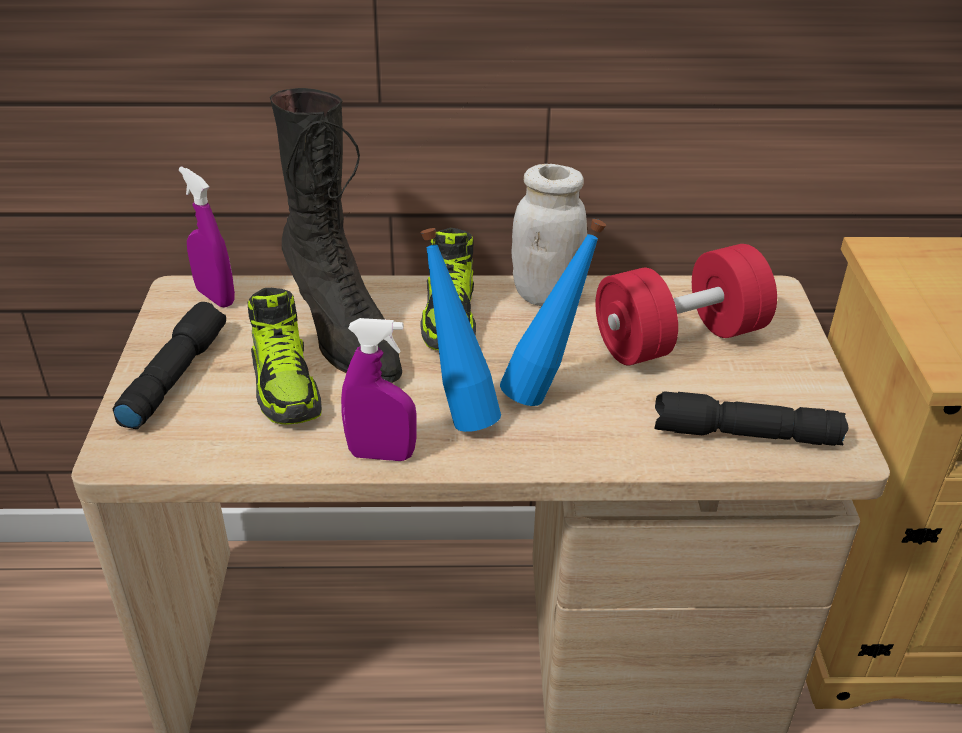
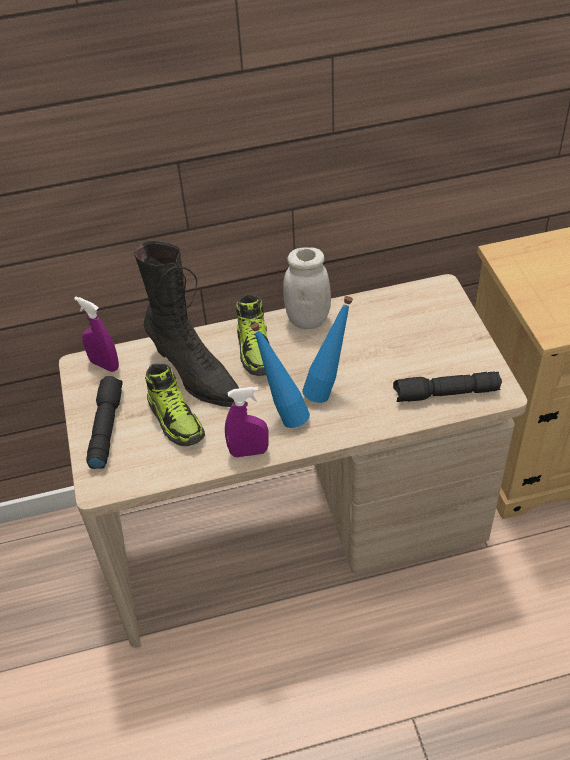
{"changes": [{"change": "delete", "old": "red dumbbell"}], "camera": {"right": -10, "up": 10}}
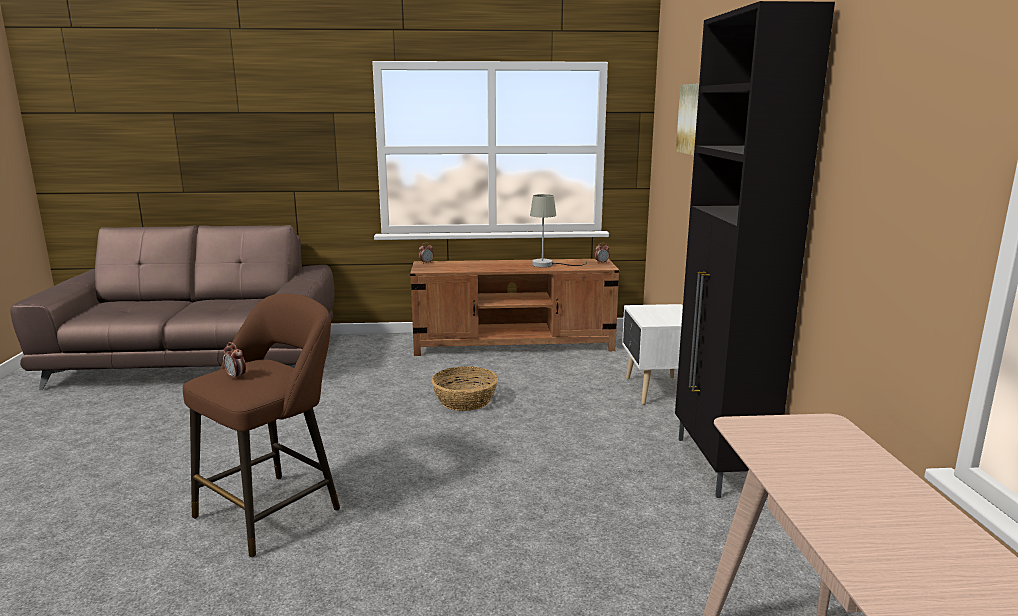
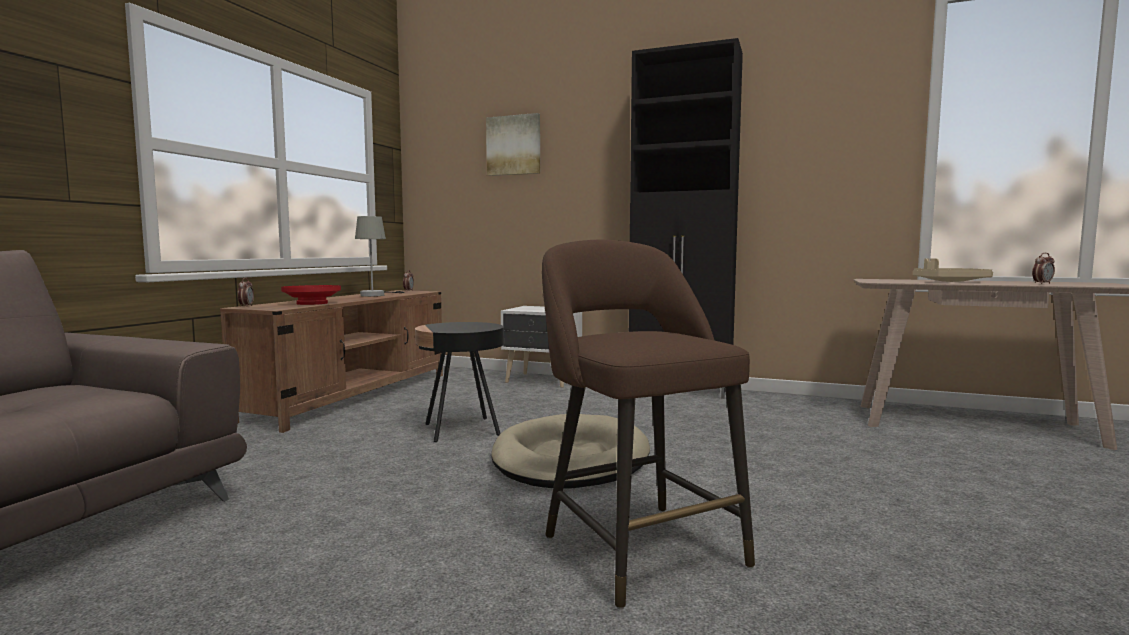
{"changes": [{"change": "insert", "new": "red bowl"}, {"change": "replace", "old": "basket", "new": "black side table"}, {"change": "insert", "new": "beige dog bed"}, {"change": "insert", "new": "beige tray"}, {"change": "move", "old": "alarm clock (1st from left in the first image)", "new": "alarm clock (3rd from left)"}], "camera": {"right": -65, "up": -10}}
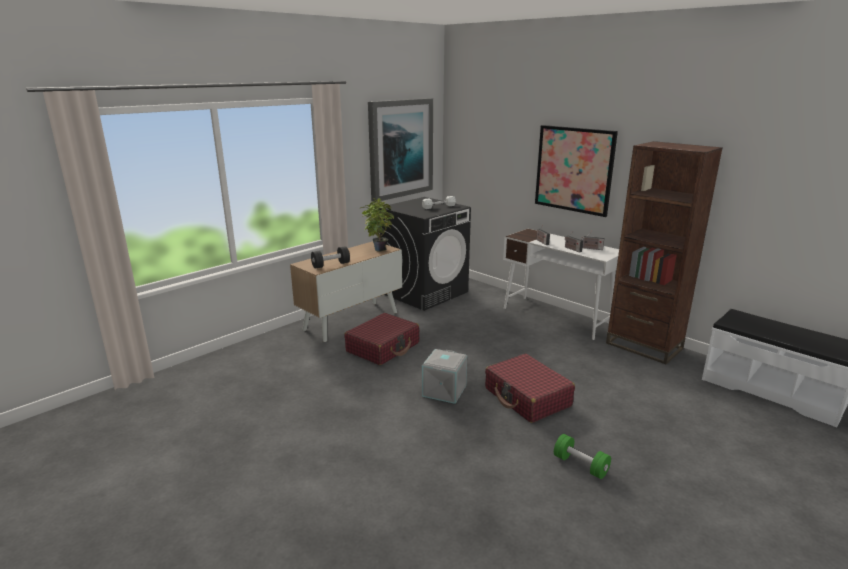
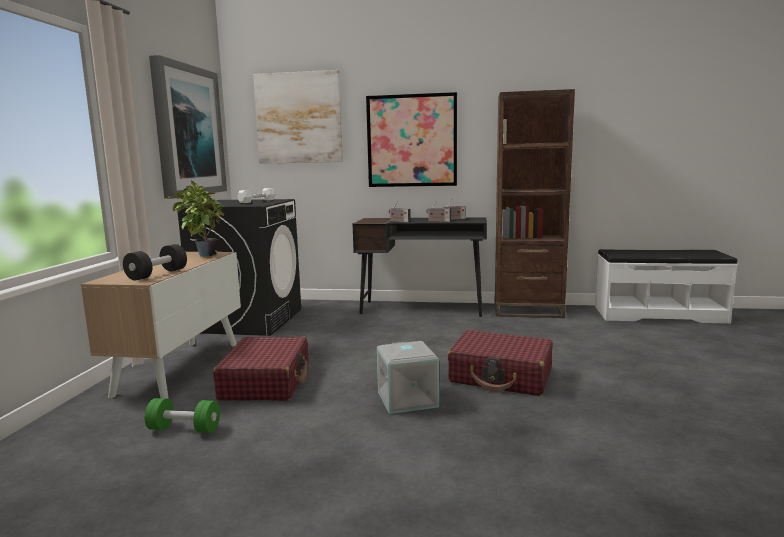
{"changes": [{"change": "move", "old": "green dumbbell"}, {"change": "insert", "new": "picture (2nd from left)"}, {"change": "recolor", "old": "white desk", "new": "black desk"}], "camera": {"right": -35, "up": -10}}
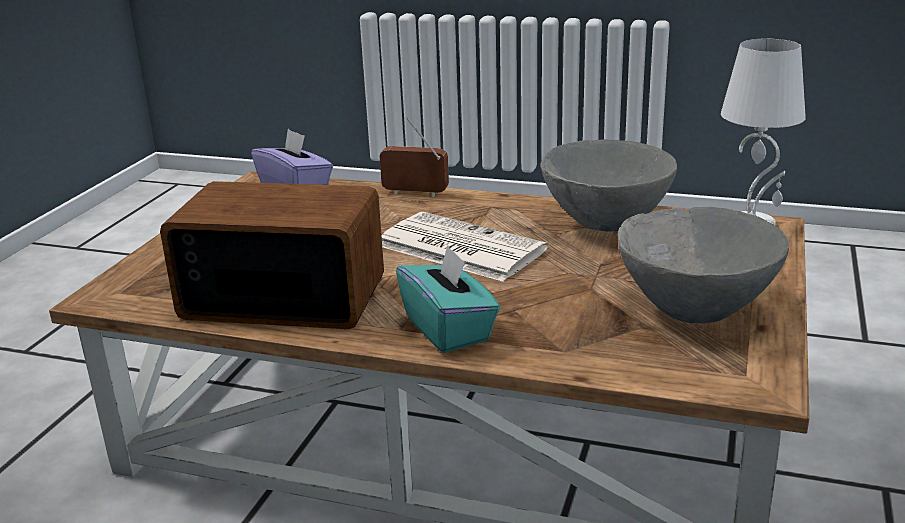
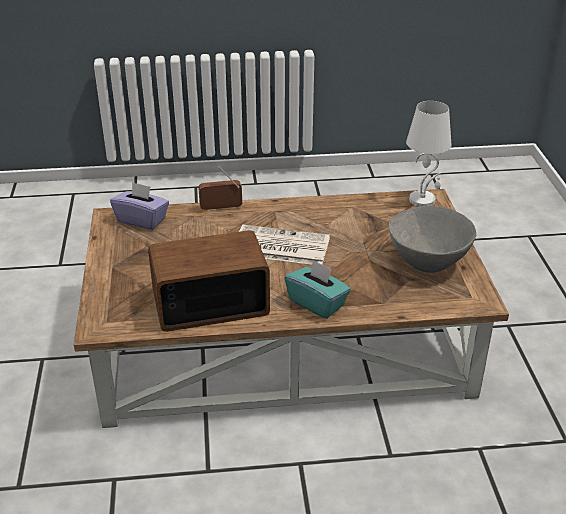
{"changes": [{"change": "delete", "old": "grey bowl (1st from left)"}], "camera": {"right": -25, "up": 10}}
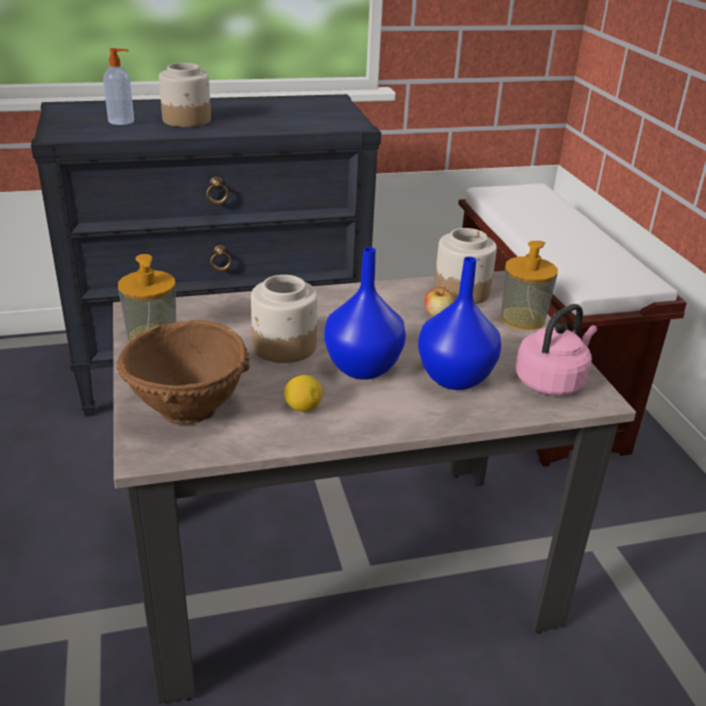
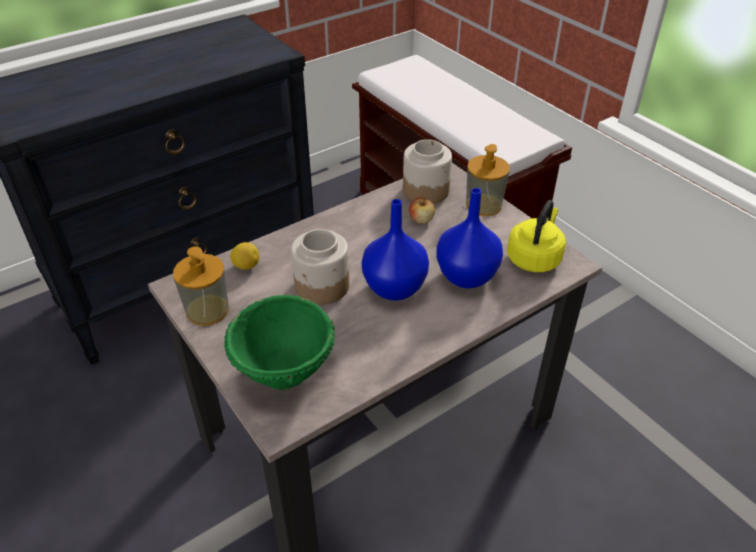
{"changes": [{"change": "recolor", "old": "brown bowl", "new": "green bowl"}, {"change": "move", "old": "lemon"}, {"change": "recolor", "old": "pink kettle", "new": "yellow kettle"}, {"change": "delete", "old": "soap dispenser (1st from left)"}, {"change": "delete", "old": "jar (1st from left)"}], "camera": {"right": -20, "up": 10}}
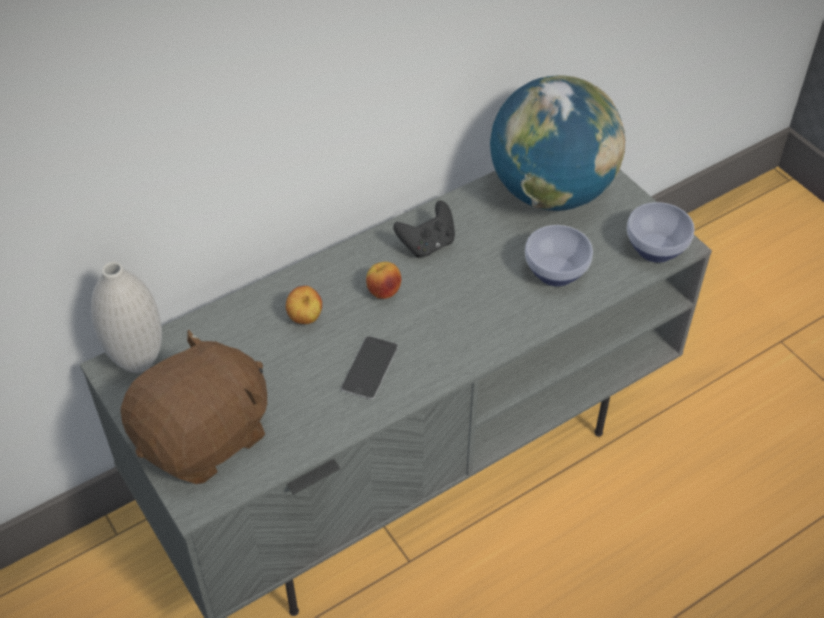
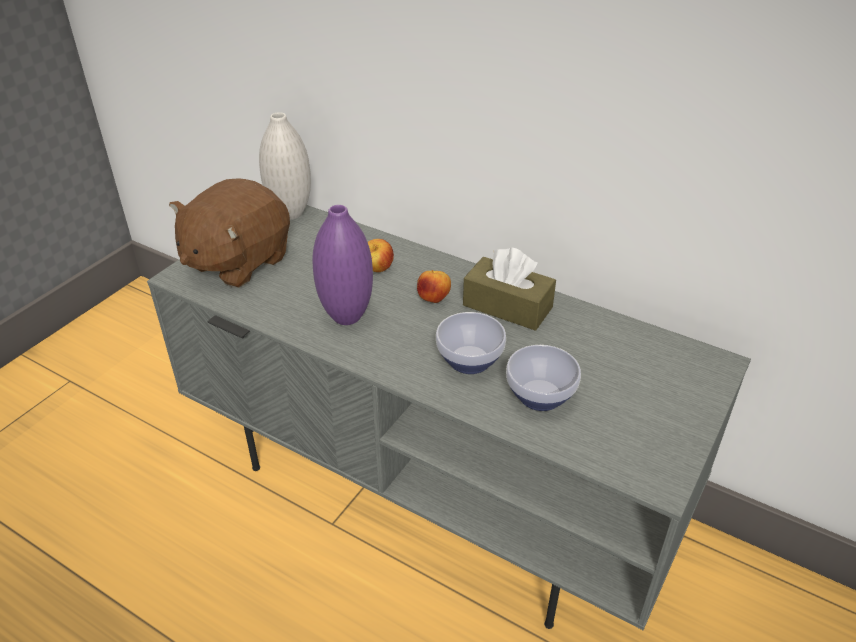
{"changes": [{"change": "rotate", "old": "brown plush toy", "degrees": 105}, {"change": "replace", "old": "phone", "new": "purple vase"}, {"change": "move", "old": "bowl (2nd from left in the first image)", "new": "bowl (1st from left)"}, {"change": "replace", "old": "black game controller", "new": "brown tissue box"}, {"change": "delete", "old": "globe"}], "camera": {"right": 65, "up": -10}}
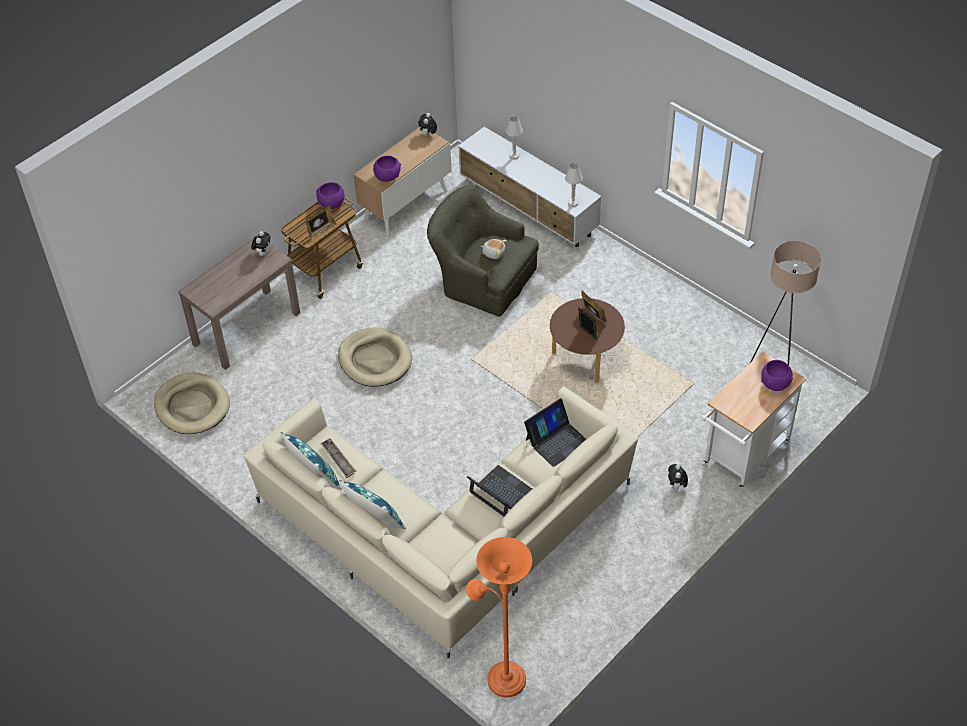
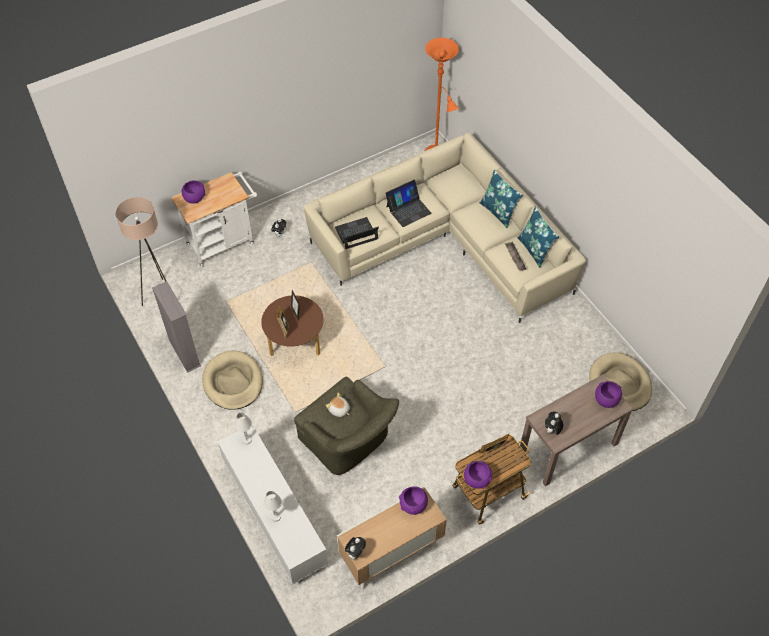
{"changes": [{"change": "insert", "new": "grey bookcase"}, {"change": "move", "old": "beige dog bed (2nd from left in the first image)", "new": "beige dog bed (1st from left)"}, {"change": "rotate", "old": "laptop (1st from left in the first image)", "degrees": -90}, {"change": "insert", "new": "purple bowl (4th from left)"}], "camera": {"right": -165, "up": 5}}
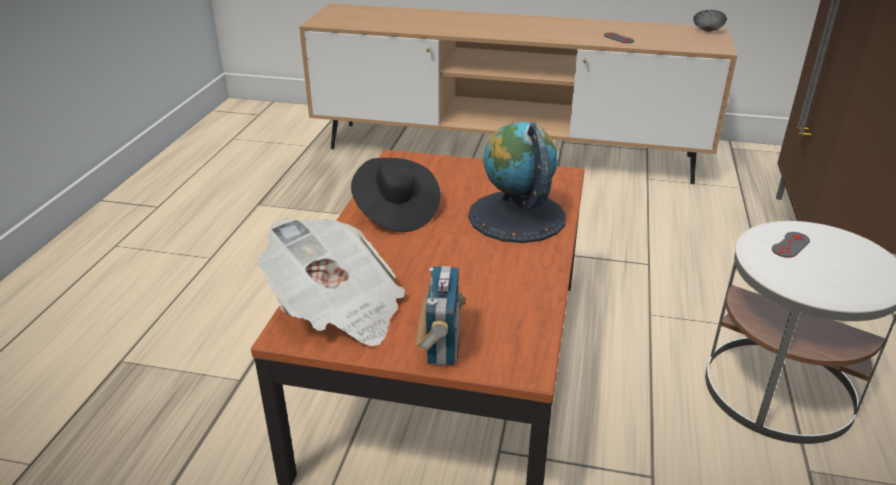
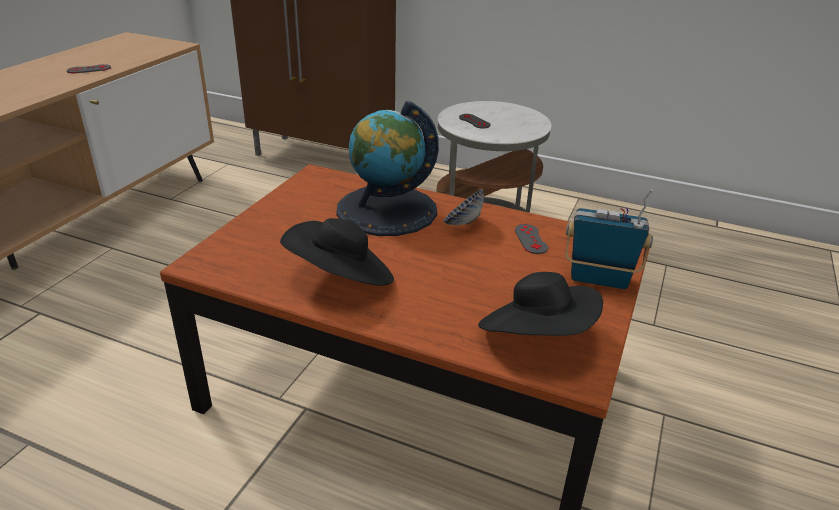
{"changes": [{"change": "move", "old": "bowl"}, {"change": "replace", "old": "newspaper", "new": "black hat (2nd from left)"}, {"change": "insert", "new": "grey game controller (3rd from left)"}], "camera": {"right": -80, "up": 0}}
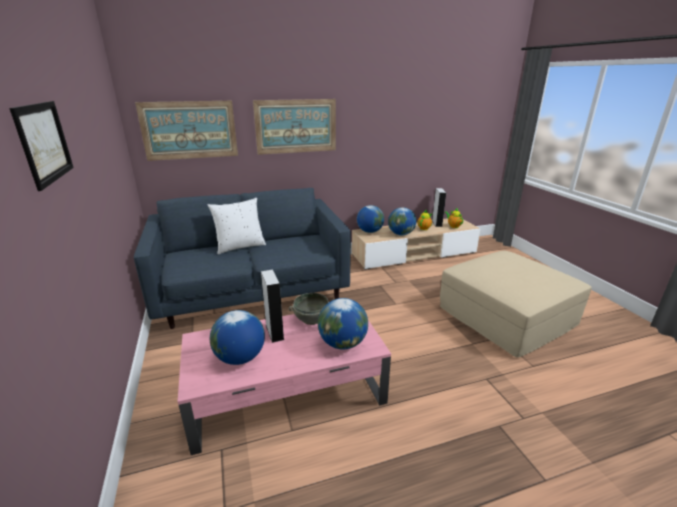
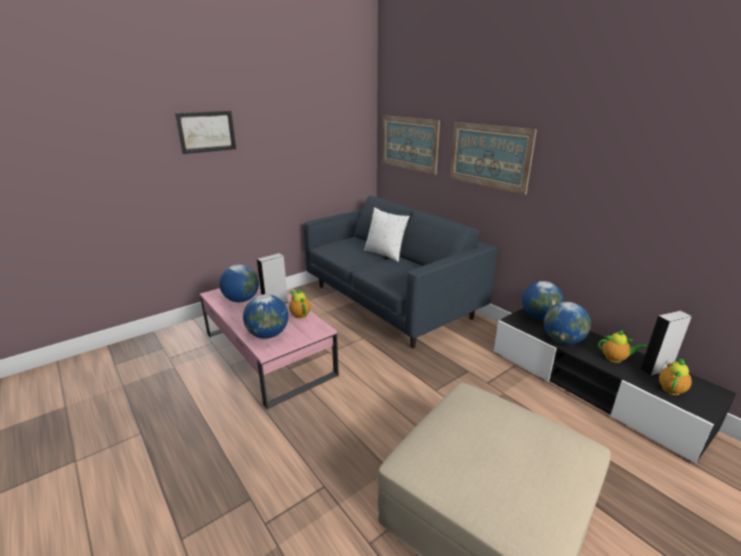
{"changes": [{"change": "replace", "old": "grey bowl", "new": "teapot (1st from left)"}, {"change": "recolor", "old": "beige tv stand", "new": "black tv stand"}], "camera": {"right": 70, "up": 0}}
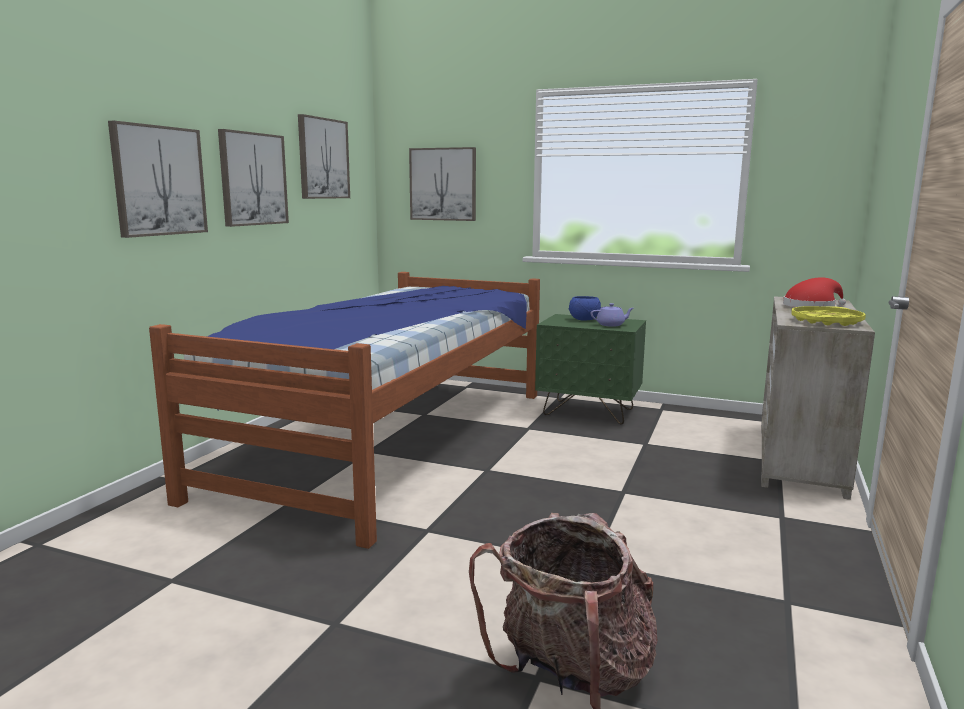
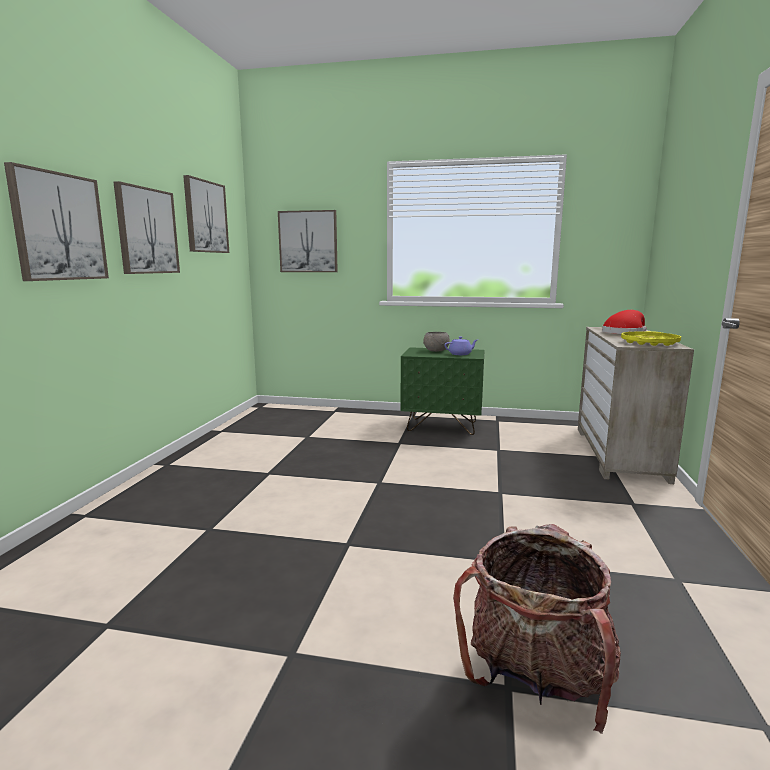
{"changes": [{"change": "recolor", "old": "blue bowl", "new": "grey bowl"}, {"change": "delete", "old": "bed"}], "camera": {"right": -10, "up": 0}}
